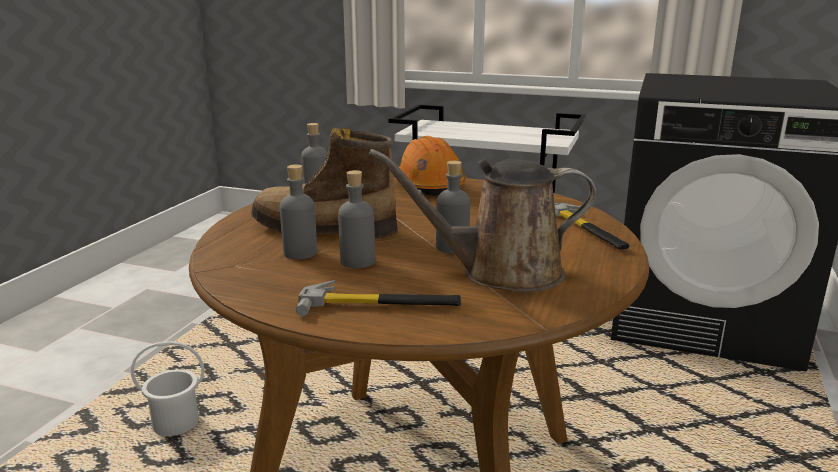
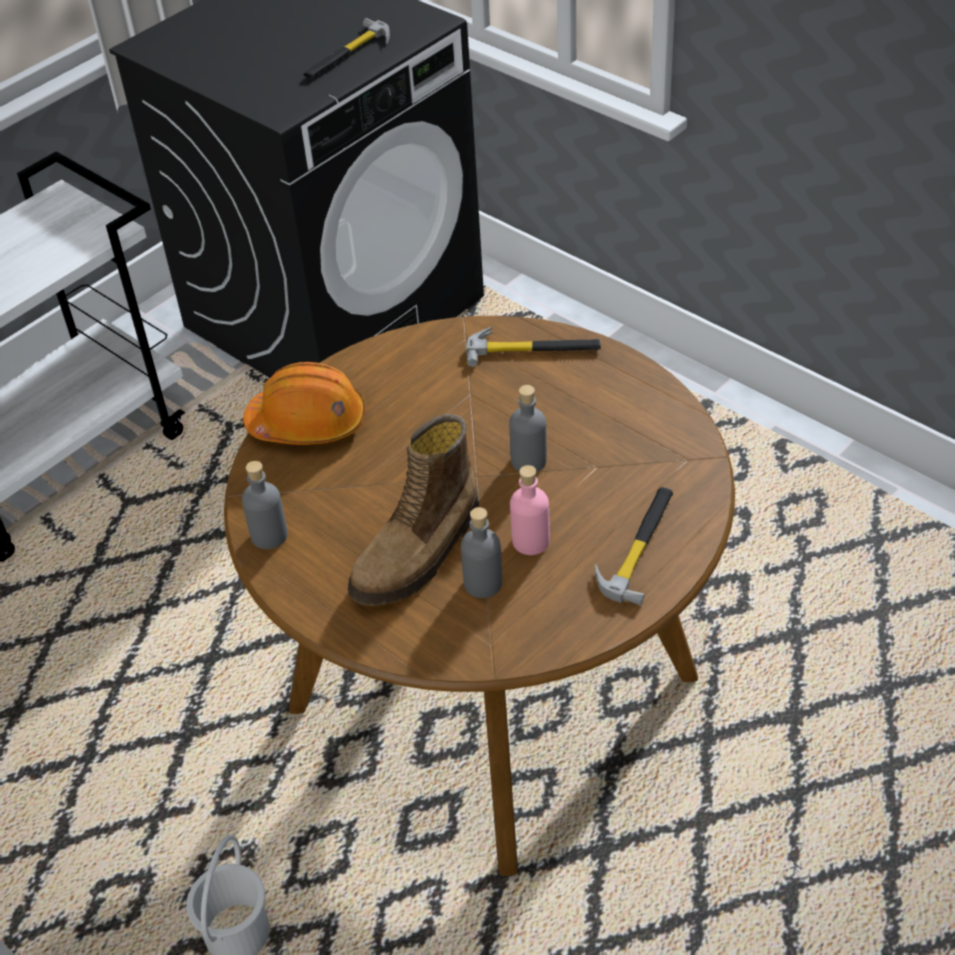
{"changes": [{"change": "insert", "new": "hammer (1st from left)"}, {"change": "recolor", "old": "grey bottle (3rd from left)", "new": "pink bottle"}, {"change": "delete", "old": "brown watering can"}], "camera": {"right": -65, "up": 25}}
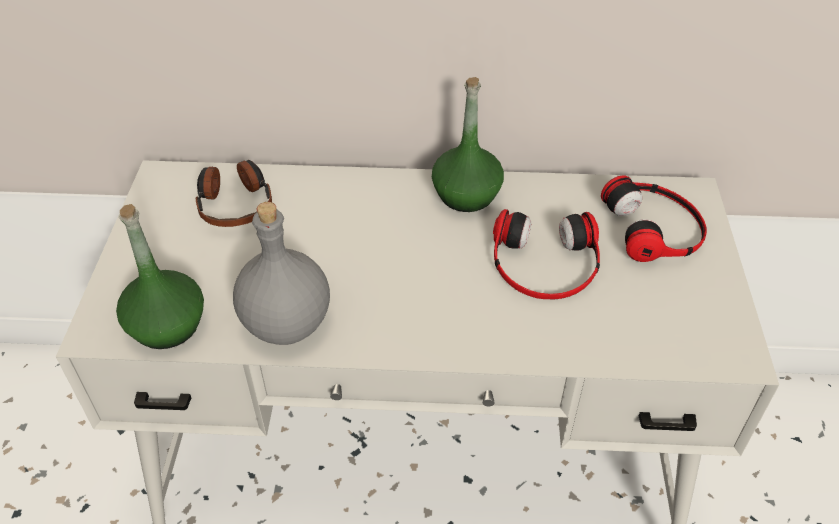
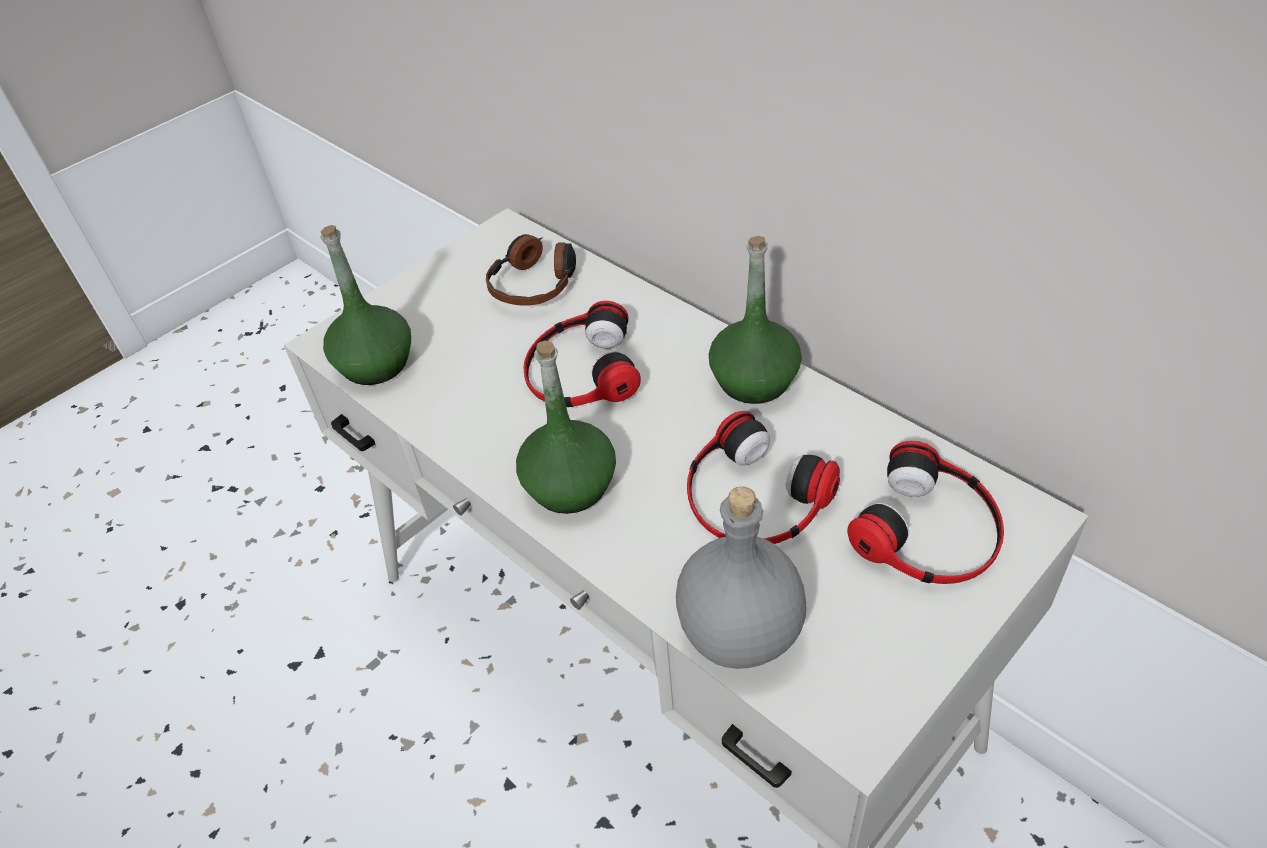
{"changes": [{"change": "insert", "new": "green bottle (2nd from left)"}, {"change": "insert", "new": "headphones (2nd from left)"}, {"change": "move", "old": "grey bottle"}], "camera": {"right": 45, "up": 0}}
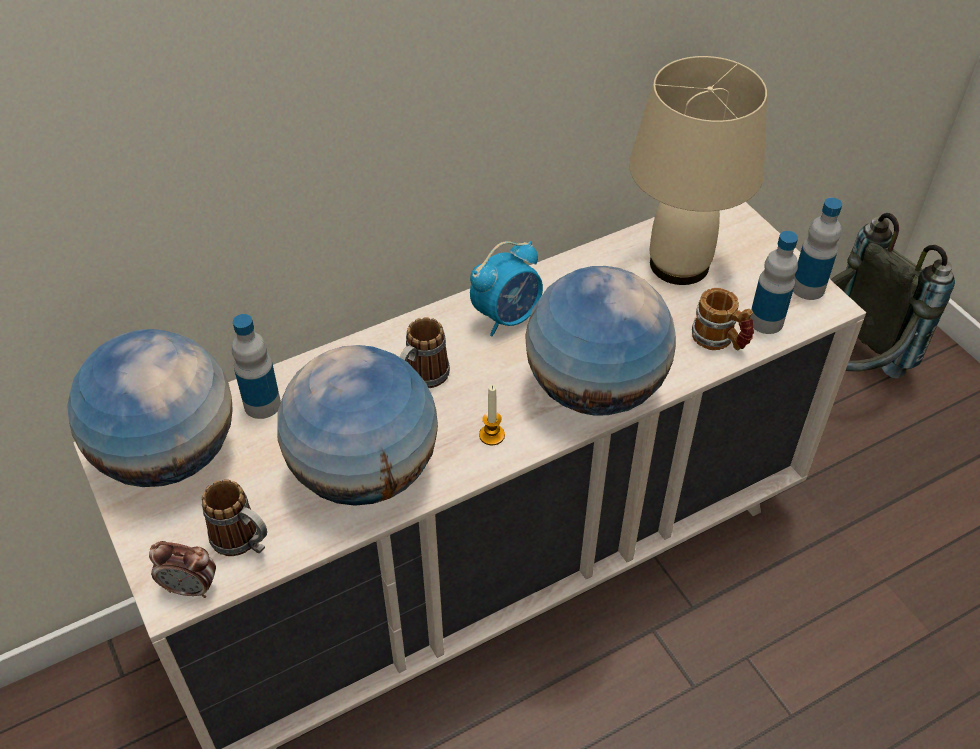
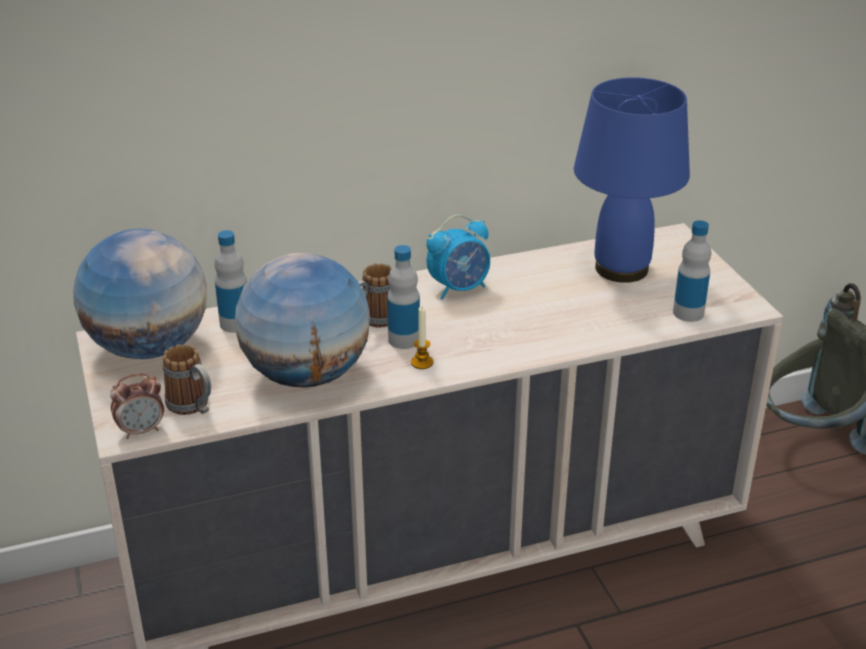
{"changes": [{"change": "rotate", "old": "alarm clock (1st from left)", "degrees": -45}, {"change": "move", "old": "bottle (3rd from left in the first image)", "new": "bottle (2nd from left)"}, {"change": "recolor", "old": "beige table lamp", "new": "blue table lamp"}, {"change": "delete", "old": "globe (3rd from left)"}, {"change": "delete", "old": "mug (3rd from left)"}], "camera": {"right": 10, "up": -15}}
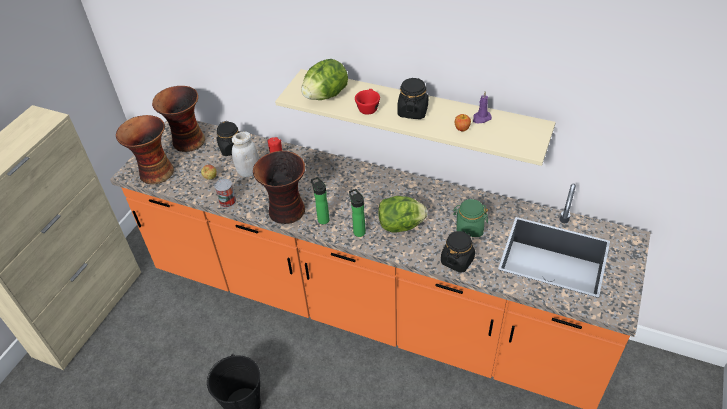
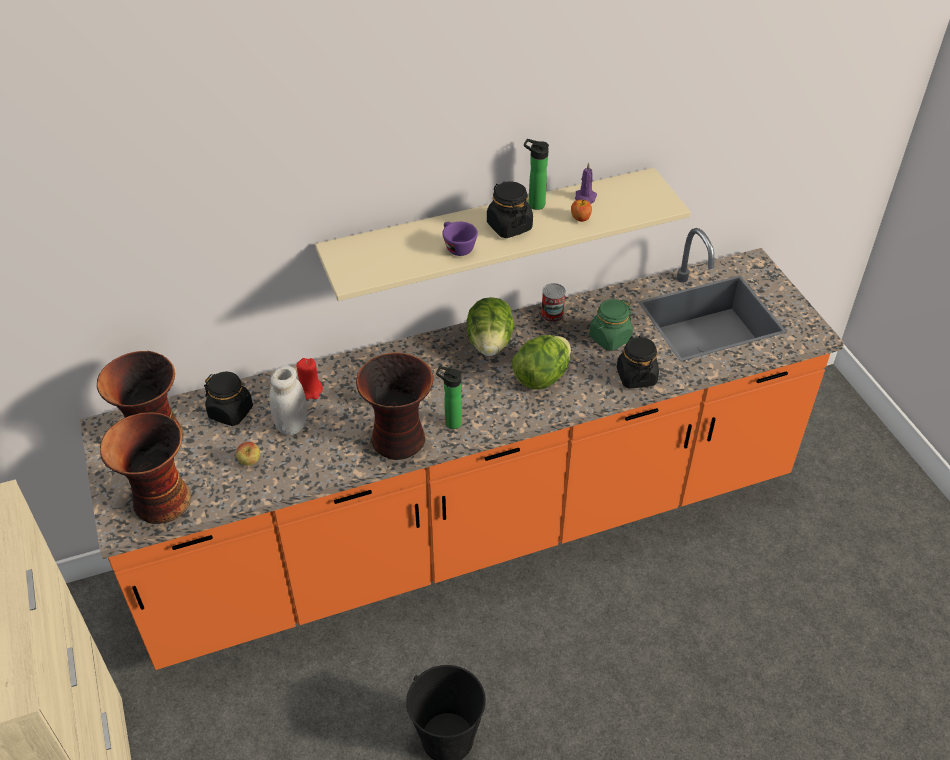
{"changes": [{"change": "recolor", "old": "red cup", "new": "purple cup"}, {"change": "move", "old": "lettuce (1st from left)"}, {"change": "move", "old": "bottle (2nd from left)"}, {"change": "move", "old": "can"}], "camera": {"right": -45, "up": 0}}
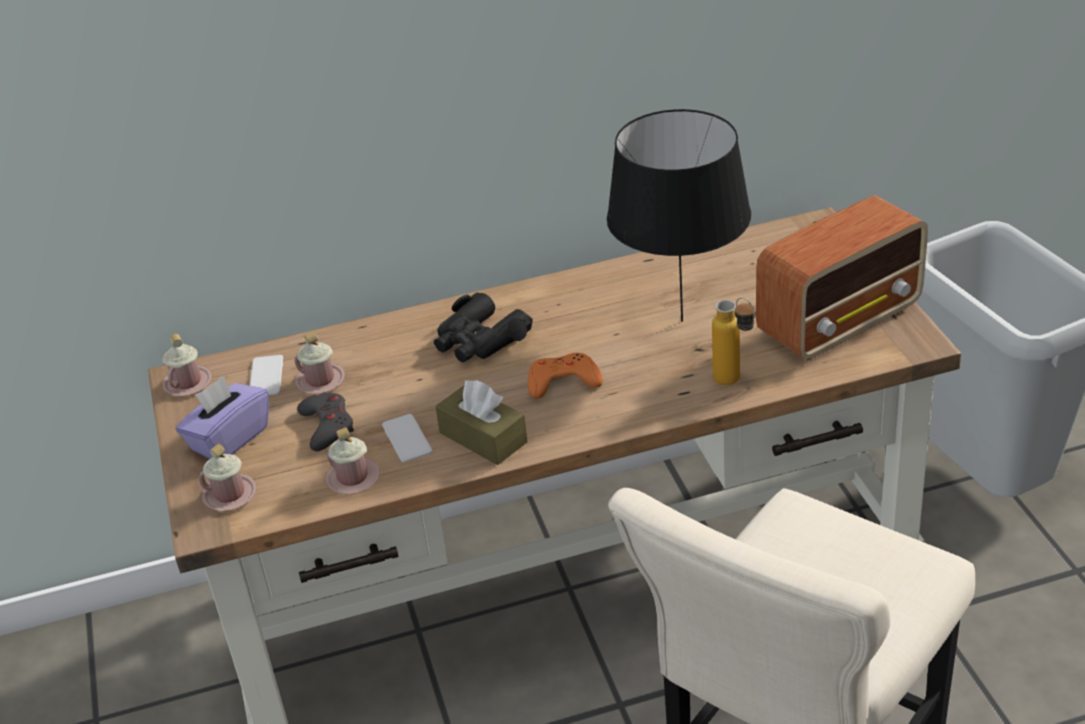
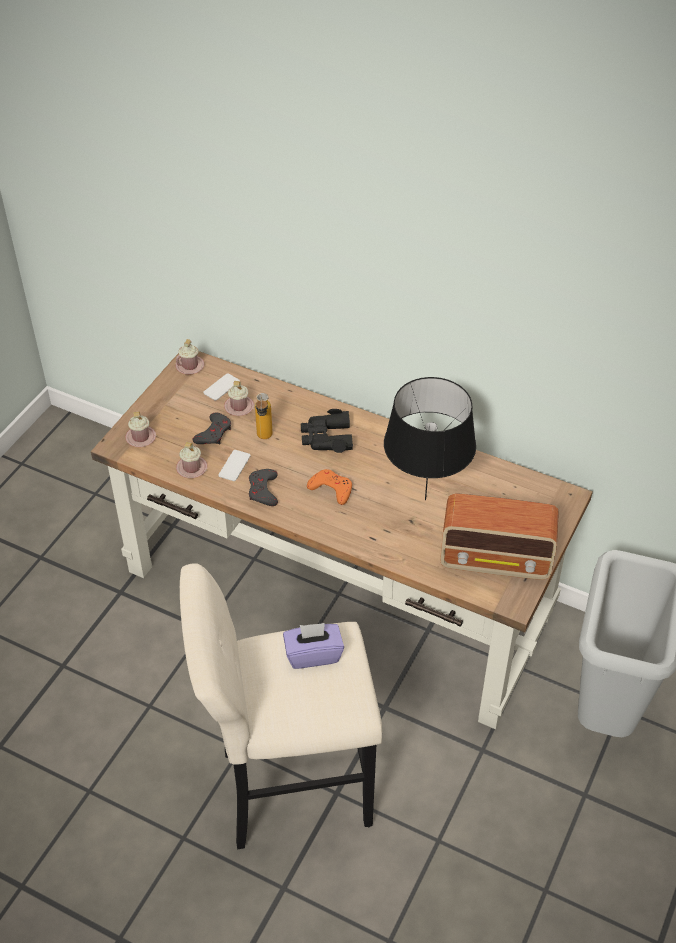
{"changes": [{"change": "replace", "old": "brown tissue box", "new": "grey game controller (2nd from left)"}, {"change": "move", "old": "bottle"}, {"change": "move", "old": "purple tissue box"}], "camera": {"right": 40, "up": 10}}
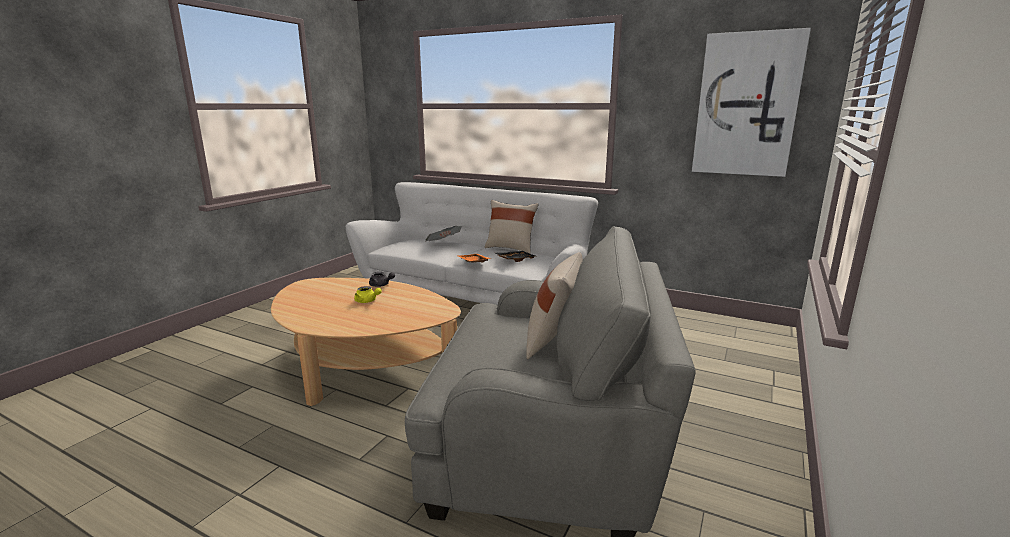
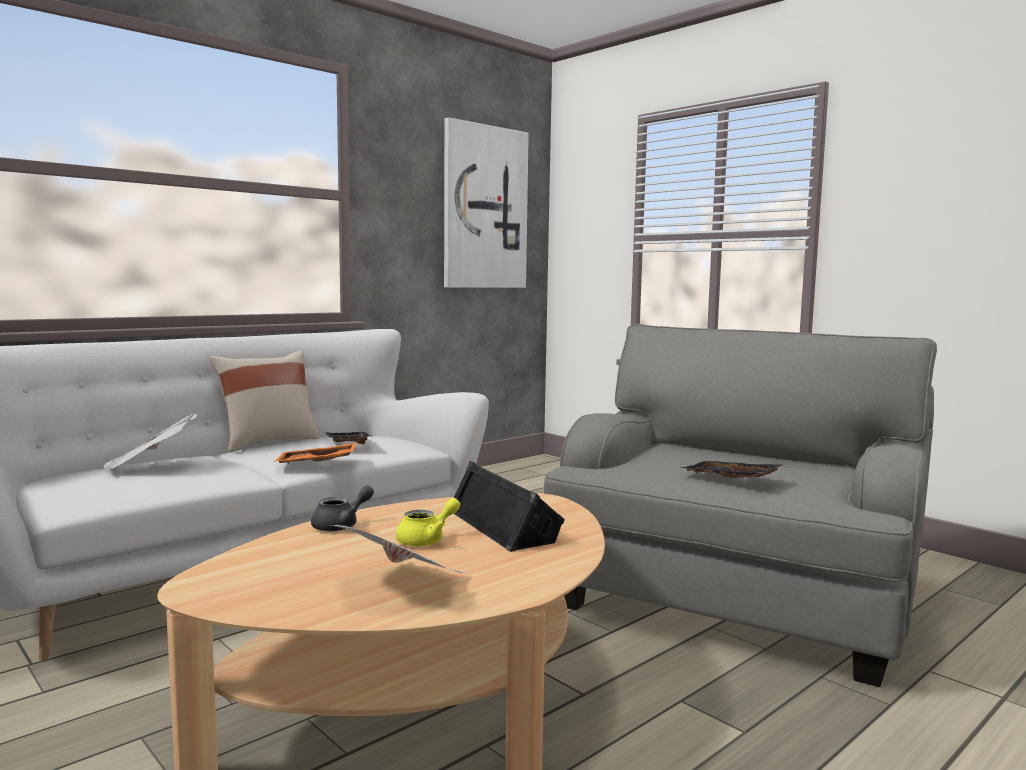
{"changes": [{"change": "insert", "new": "newspaper (2nd from left)"}, {"change": "insert", "new": "black speaker"}, {"change": "insert", "new": "black tray (2nd from left)"}, {"change": "delete", "old": "beige pillow (2nd from left)"}], "camera": {"right": -70, "up": -10}}
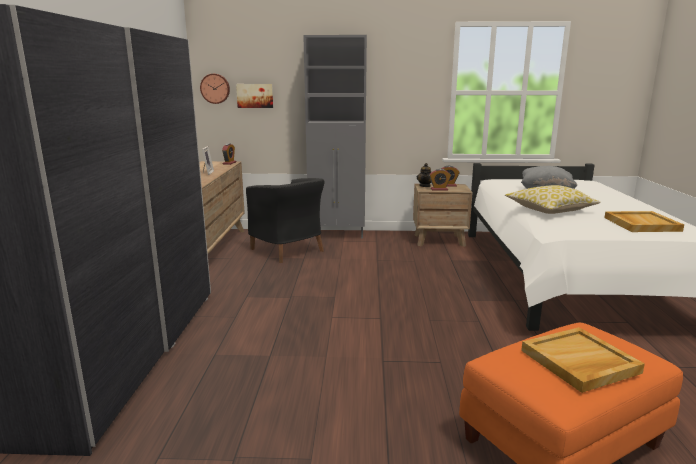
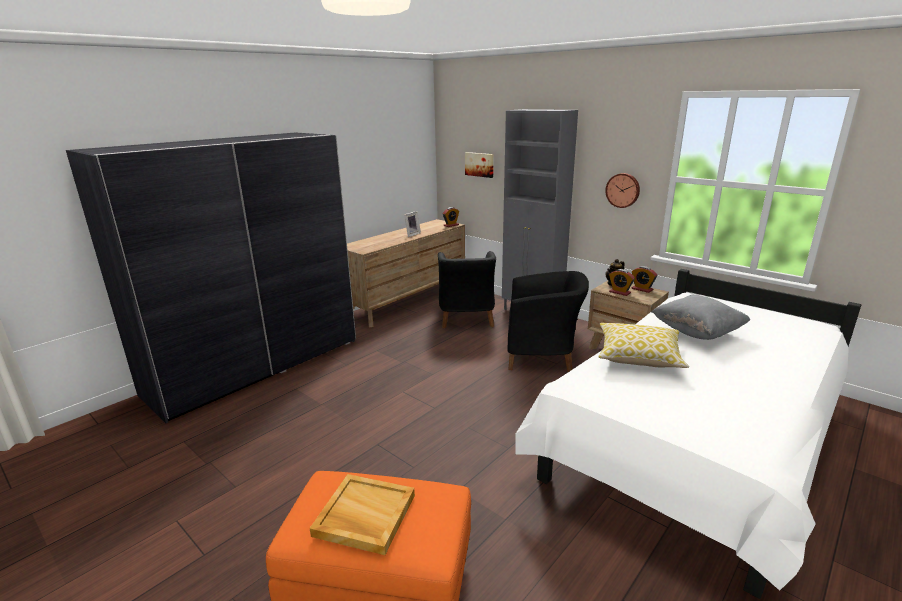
{"changes": [{"change": "insert", "new": "black armchair (2nd from left)"}, {"change": "move", "old": "wall clock"}, {"change": "delete", "old": "beige tray (2nd from left)"}], "camera": {"right": 40, "up": 5}}
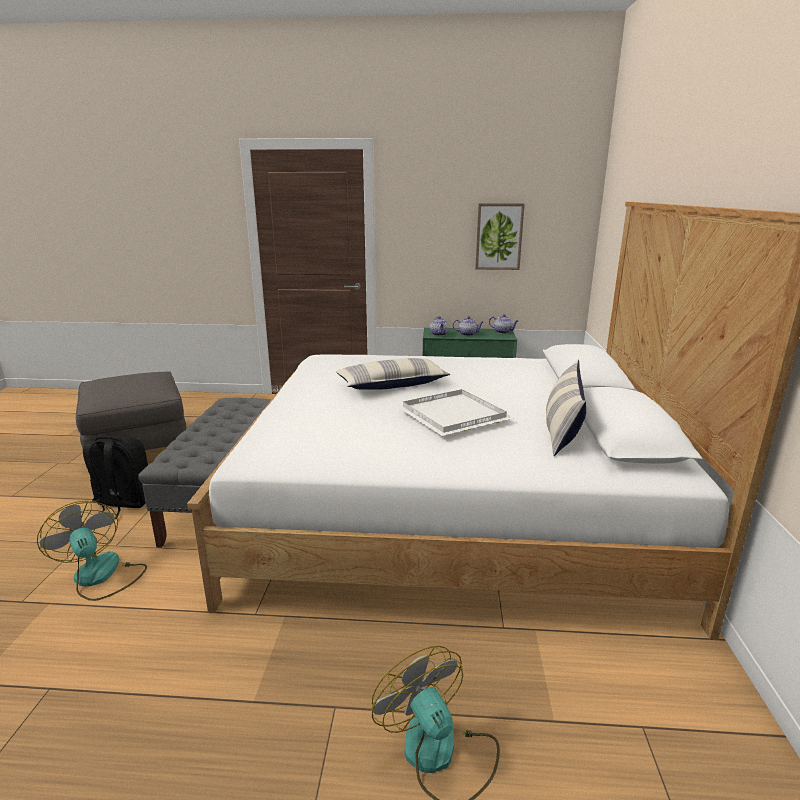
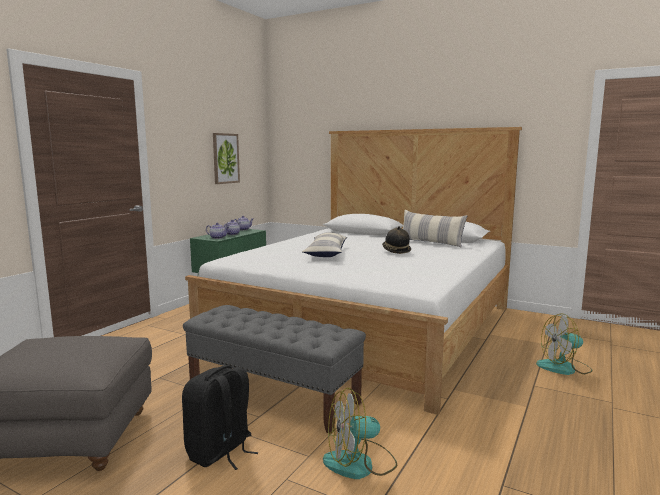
{"changes": [{"change": "replace", "old": "white tray", "new": "hat"}], "camera": {"right": -65, "up": -10}}
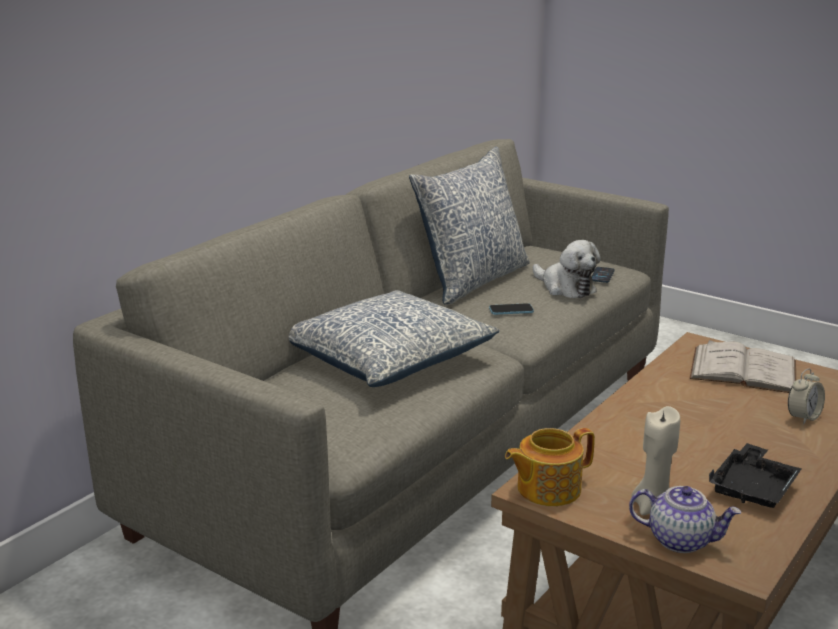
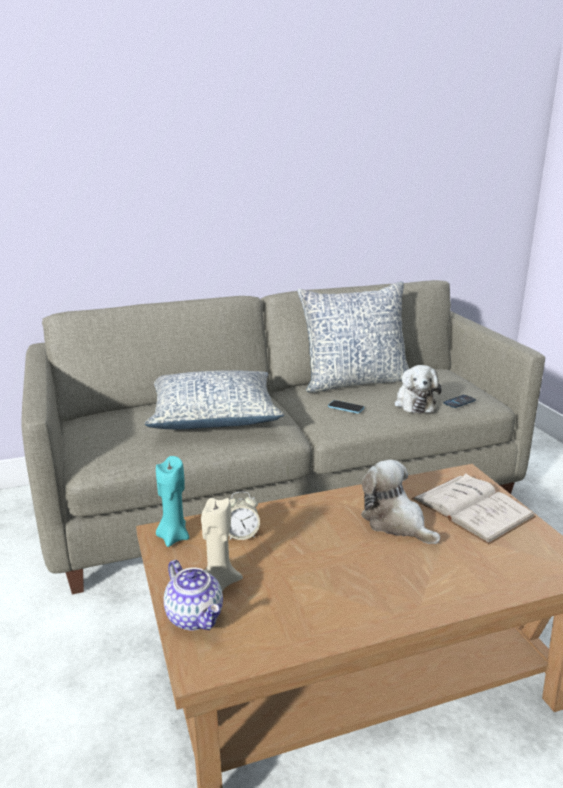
{"changes": [{"change": "replace", "old": "teapot (1st from left)", "new": "turquoise candle"}, {"change": "move", "old": "alarm clock"}, {"change": "insert", "new": "plush toy (1st from left)"}, {"change": "delete", "old": "black tray"}], "camera": {"right": 35, "up": 0}}
